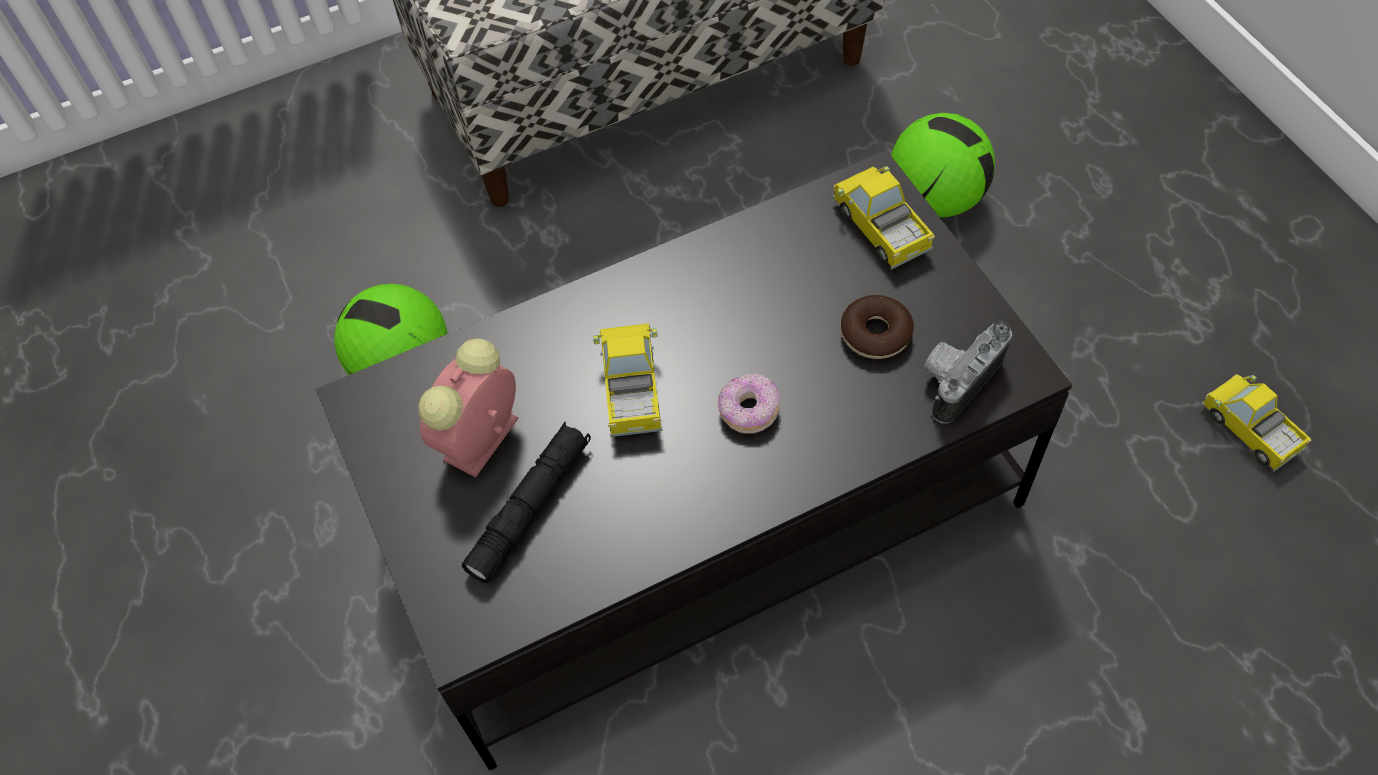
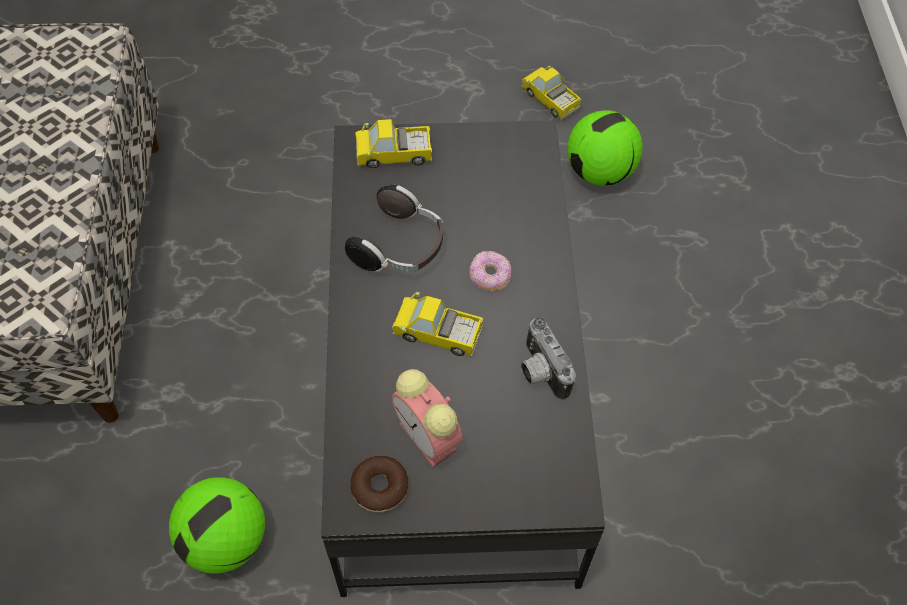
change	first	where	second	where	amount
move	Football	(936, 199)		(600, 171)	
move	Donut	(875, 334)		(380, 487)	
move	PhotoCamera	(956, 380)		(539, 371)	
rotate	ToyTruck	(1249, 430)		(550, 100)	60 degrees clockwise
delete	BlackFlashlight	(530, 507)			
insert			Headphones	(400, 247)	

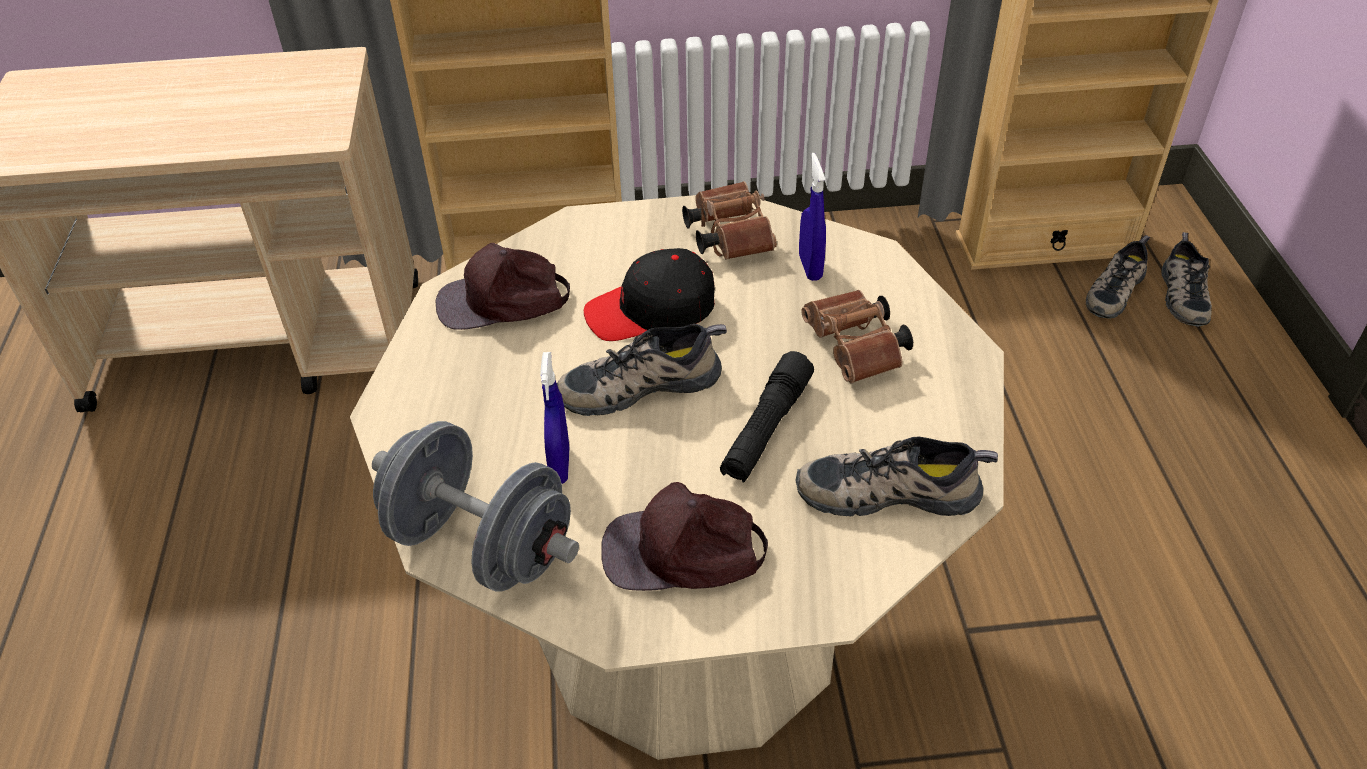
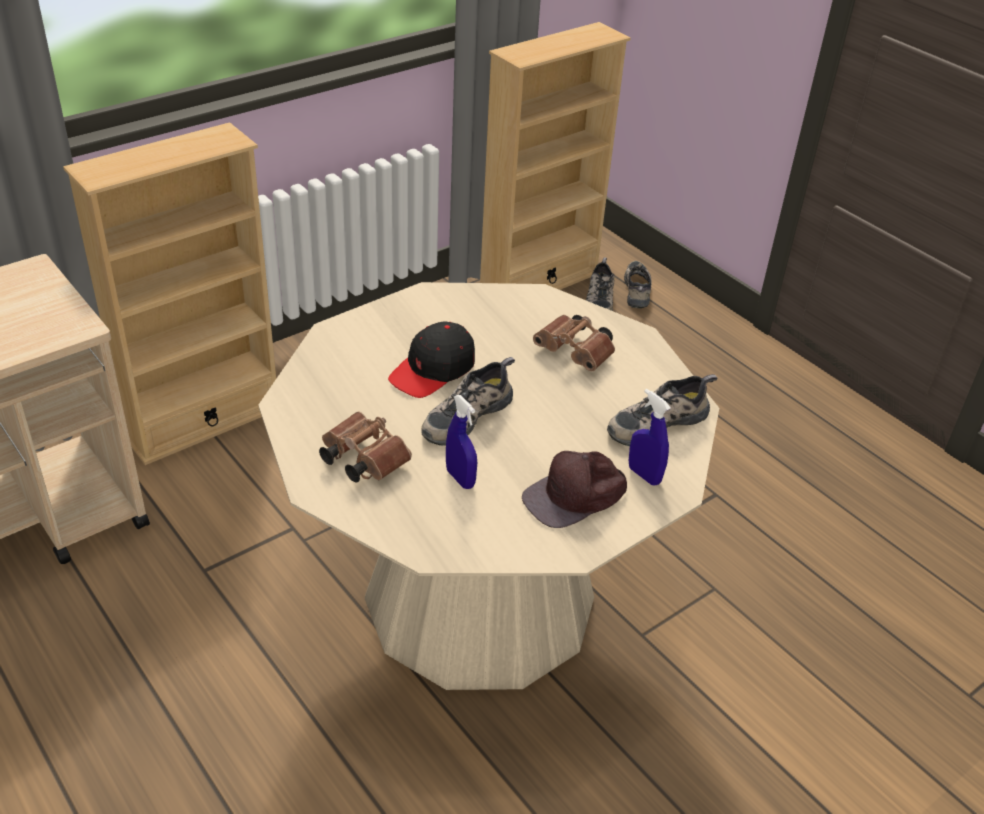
change	first	where	second	where	amount
move	BlueSprayBottle	(810, 267)		(644, 475)	
move	BrownBinoculars	(727, 235)		(361, 459)	
rotate	Shoe	(1181, 294)		(638, 290)	150 degrees counterclockwise
delete	BrownCap	(503, 302)			
delete	BlackFlashlight	(766, 429)			
delete	GreyDumbbell	(481, 544)			

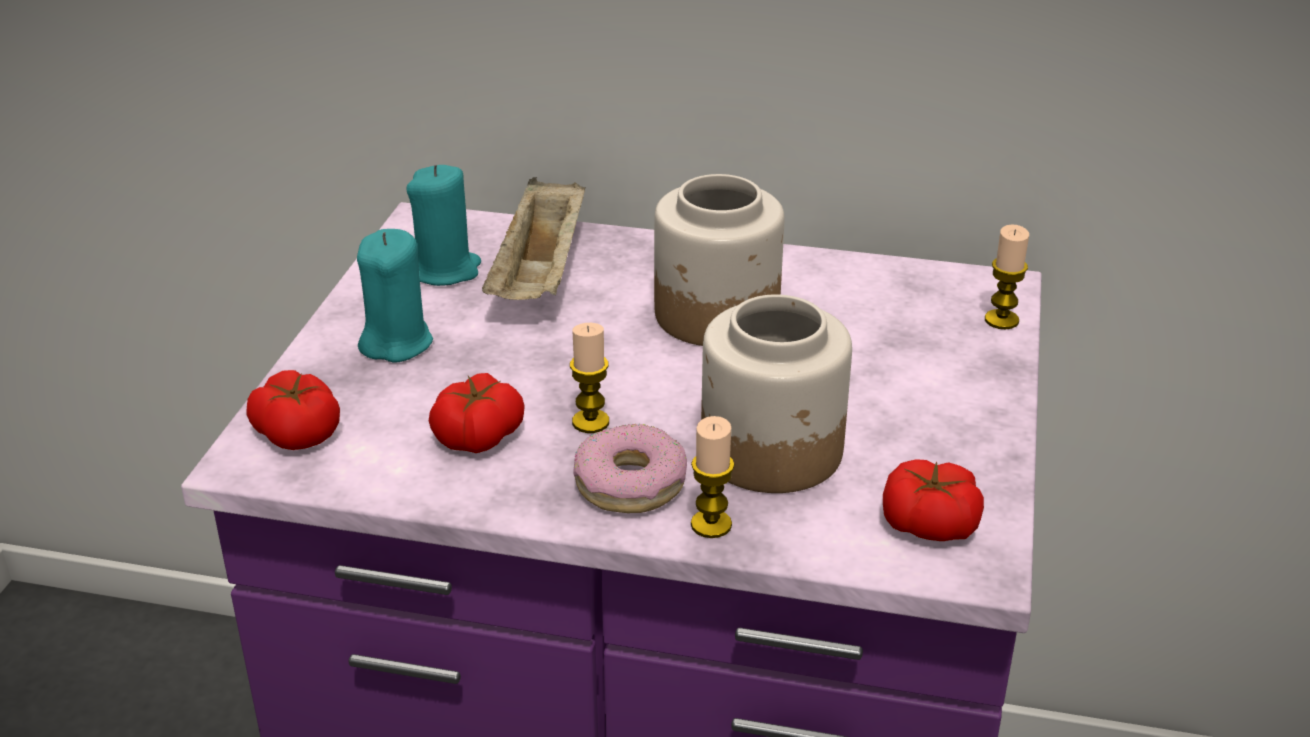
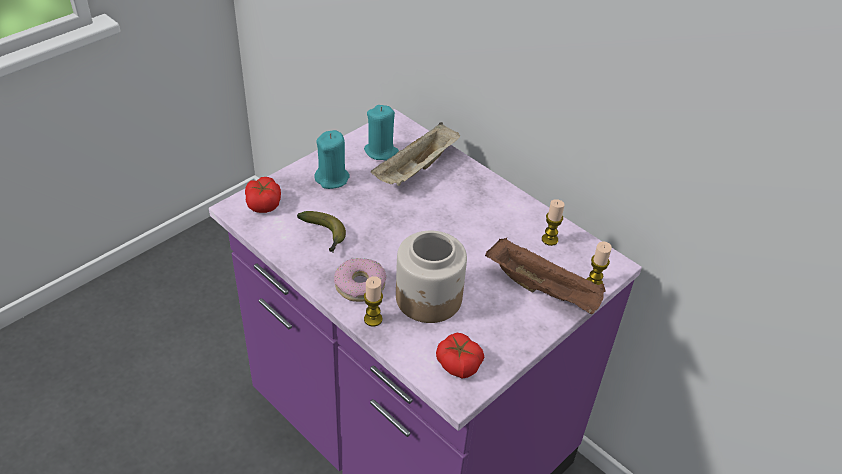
change	first	where	second	where	amount
delete	Jar	(716, 315)			
move	Candle	(590, 422)		(549, 239)	
replace	Tomato	(478, 435)	Banana	(325, 235)	
insert			BrownTray	(544, 290)	

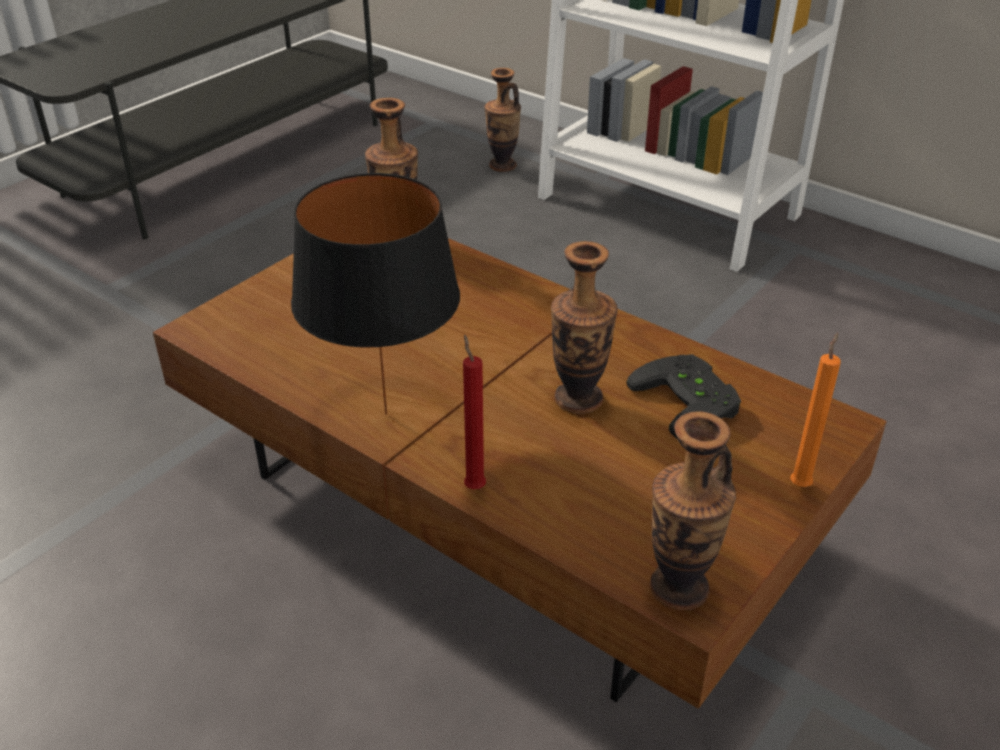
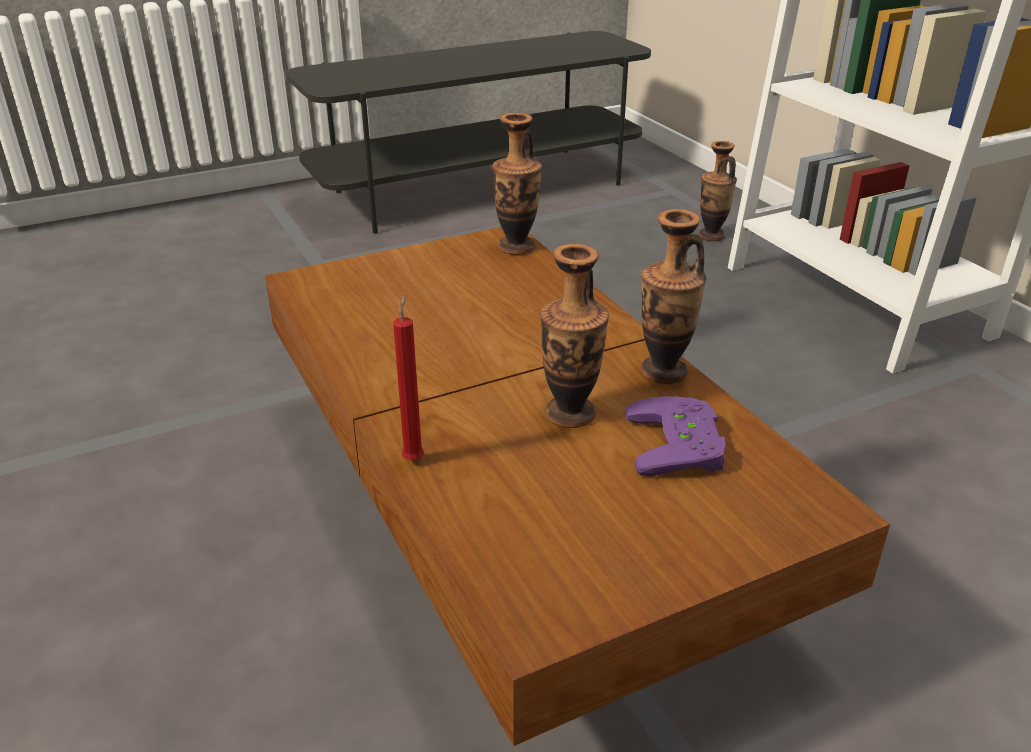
change	first	where	second	where	amount
delete	BlackTableLamp	(386, 412)			
delete	OrangeCandle	(801, 483)			
recolor	BlackGameController	(691, 400)	PurpleGameController	(682, 445)	
move	Vase	(678, 588)		(663, 371)	

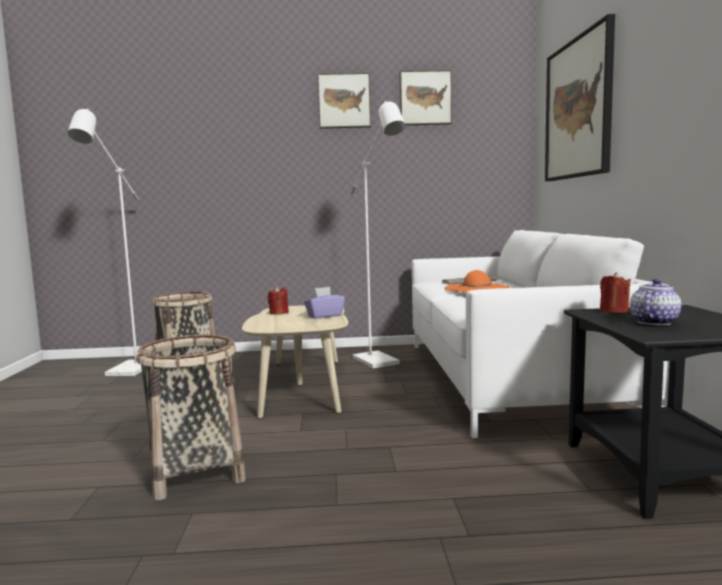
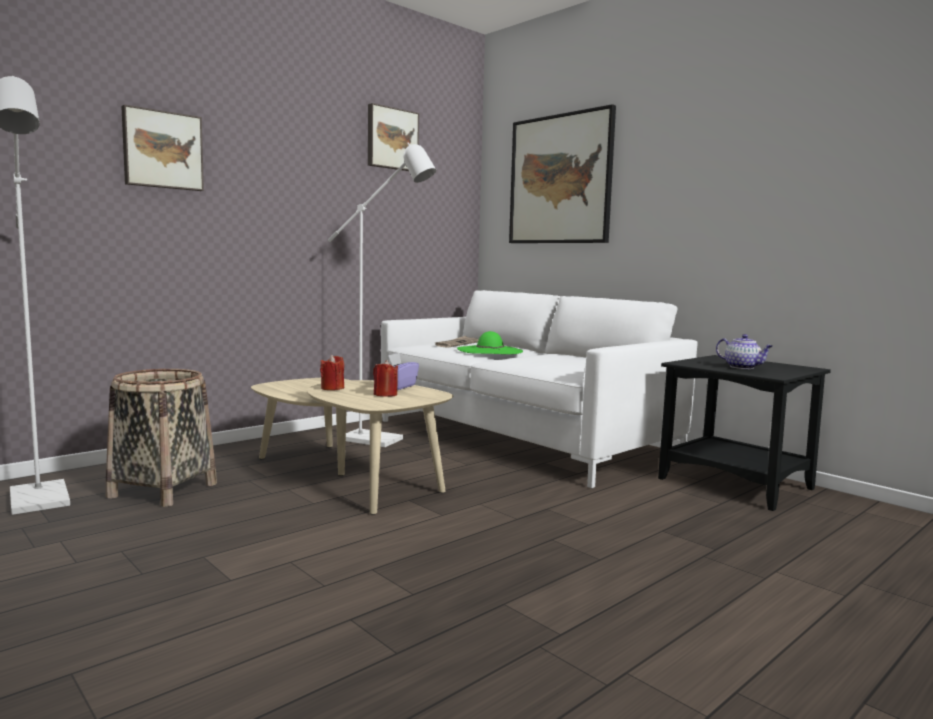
change	first	where	second	where	amount
move	Picture	(344, 101)		(162, 150)	
recolor	OrangeHat	(476, 288)	GreenHat	(489, 350)	
move	RedCandle	(614, 311)		(385, 394)	
rotate	Teapot	(653, 322)		(743, 367)	135 degrees clockwise
delete	Basket	(196, 473)			

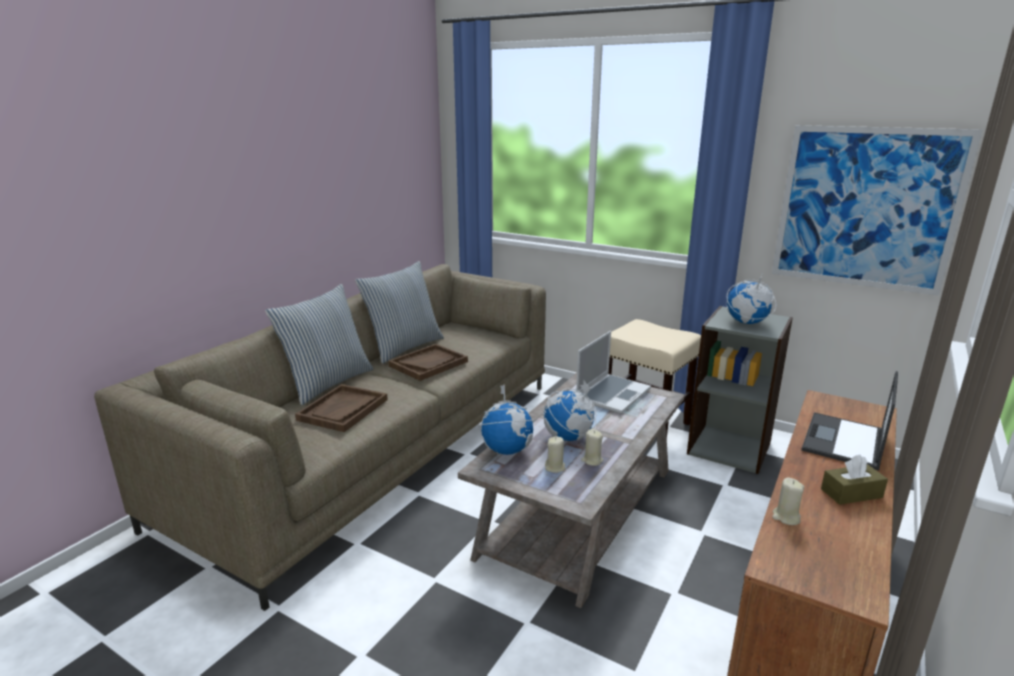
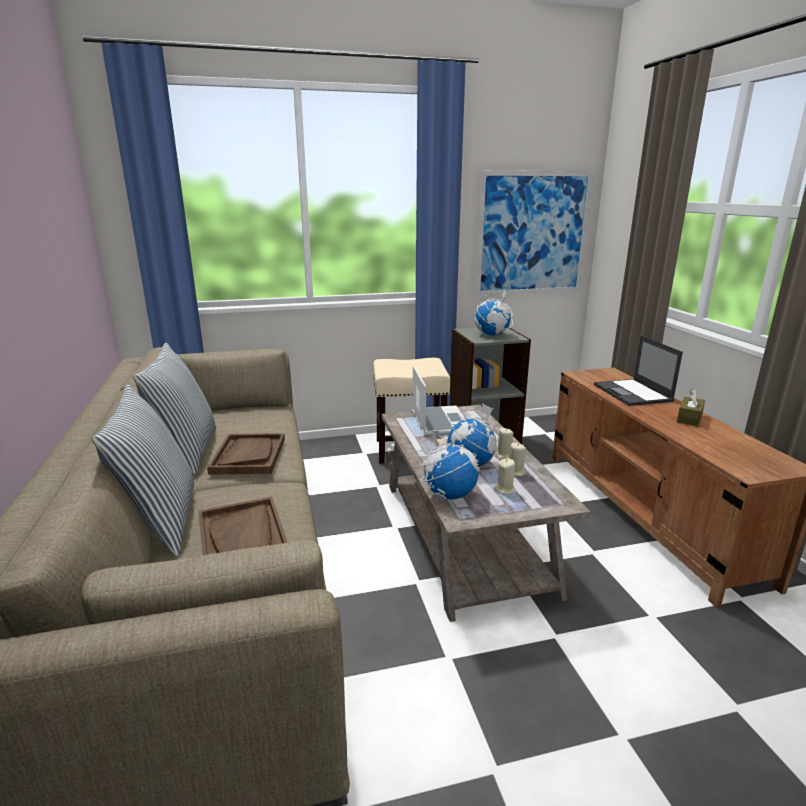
change	first	where	second	where	amount
move	BeigeCandle	(786, 517)		(504, 456)	

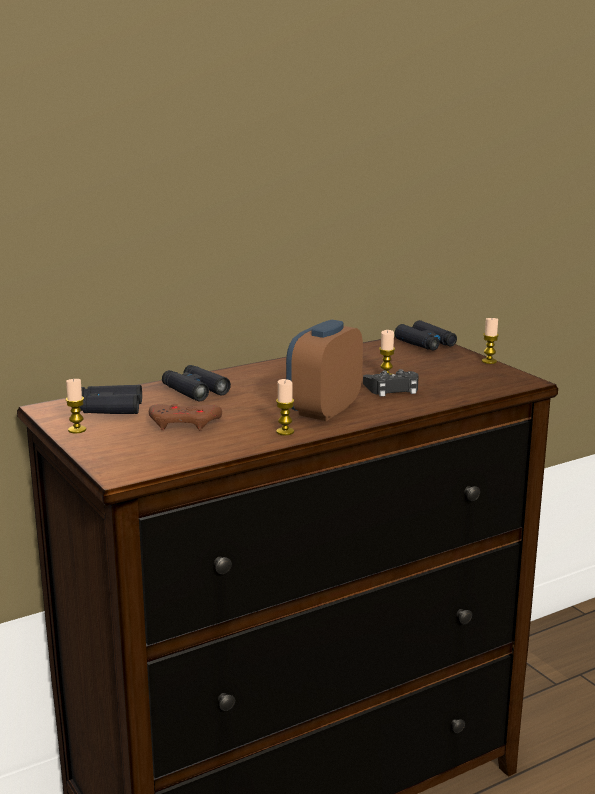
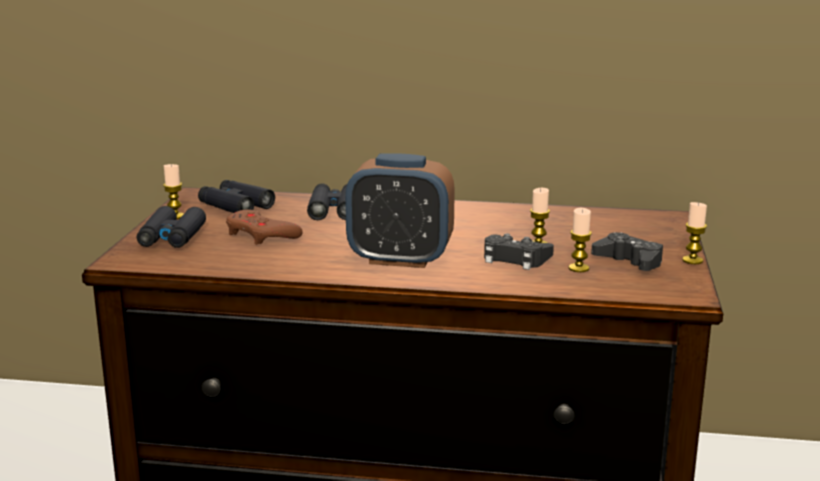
change	first	where	second	where	amount
rotate	AlarmClock	(324, 410)		(400, 259)	150 degrees counterclockwise
move	BlackBinoculars	(425, 343)		(172, 237)	
move	Candle	(285, 432)		(578, 268)	
insert			BlackGameController	(629, 261)	

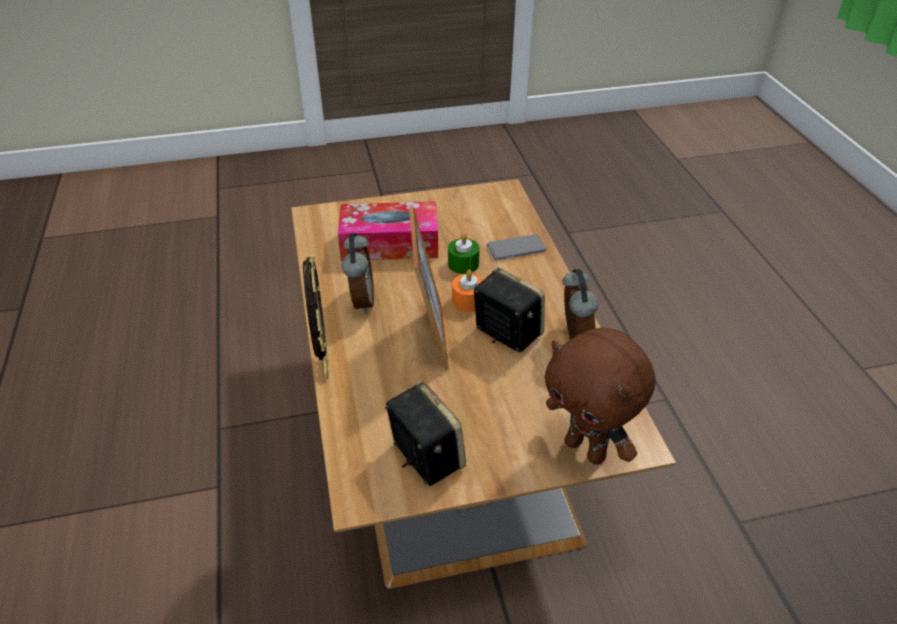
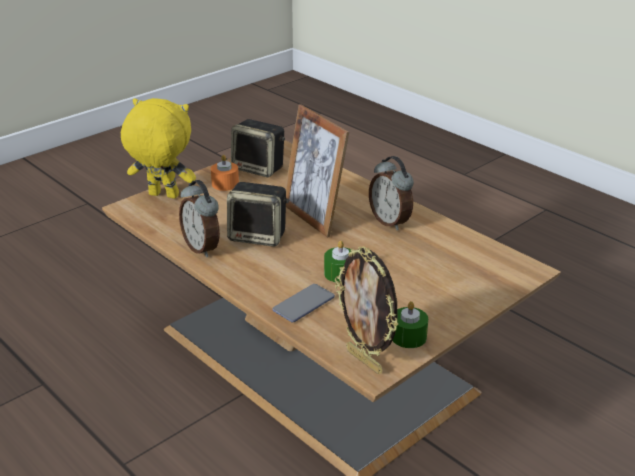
change	first	where	second	where	amount
delete	TissueBox	(389, 244)			
move	PictureFrame	(323, 362)		(365, 361)	
move	OrangeCandle	(468, 301)		(225, 184)	
recolor	BrownPlushToy	(587, 449)	YellowPlushToy	(162, 196)	
insert			GreenCandle	(408, 336)	

